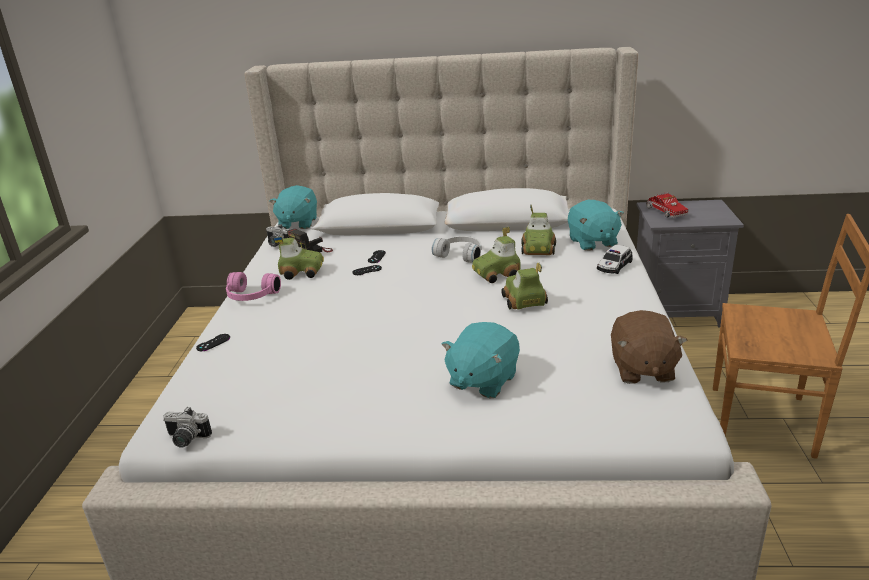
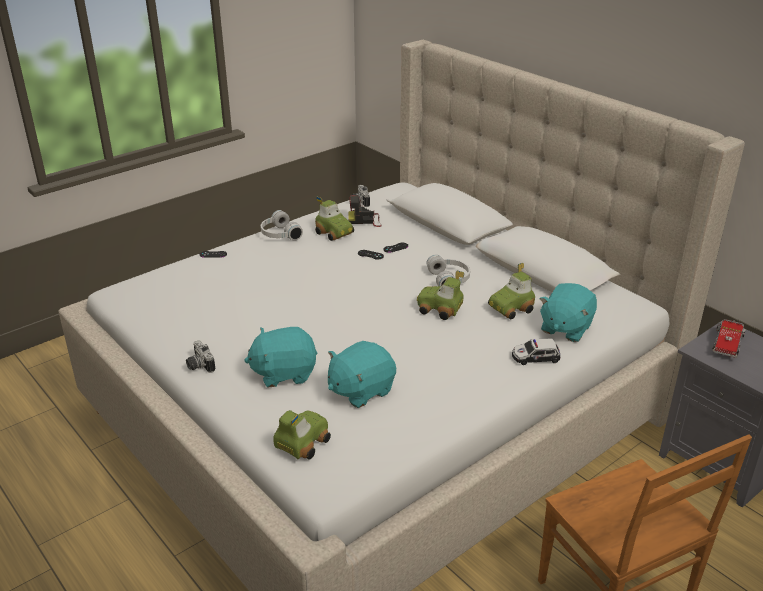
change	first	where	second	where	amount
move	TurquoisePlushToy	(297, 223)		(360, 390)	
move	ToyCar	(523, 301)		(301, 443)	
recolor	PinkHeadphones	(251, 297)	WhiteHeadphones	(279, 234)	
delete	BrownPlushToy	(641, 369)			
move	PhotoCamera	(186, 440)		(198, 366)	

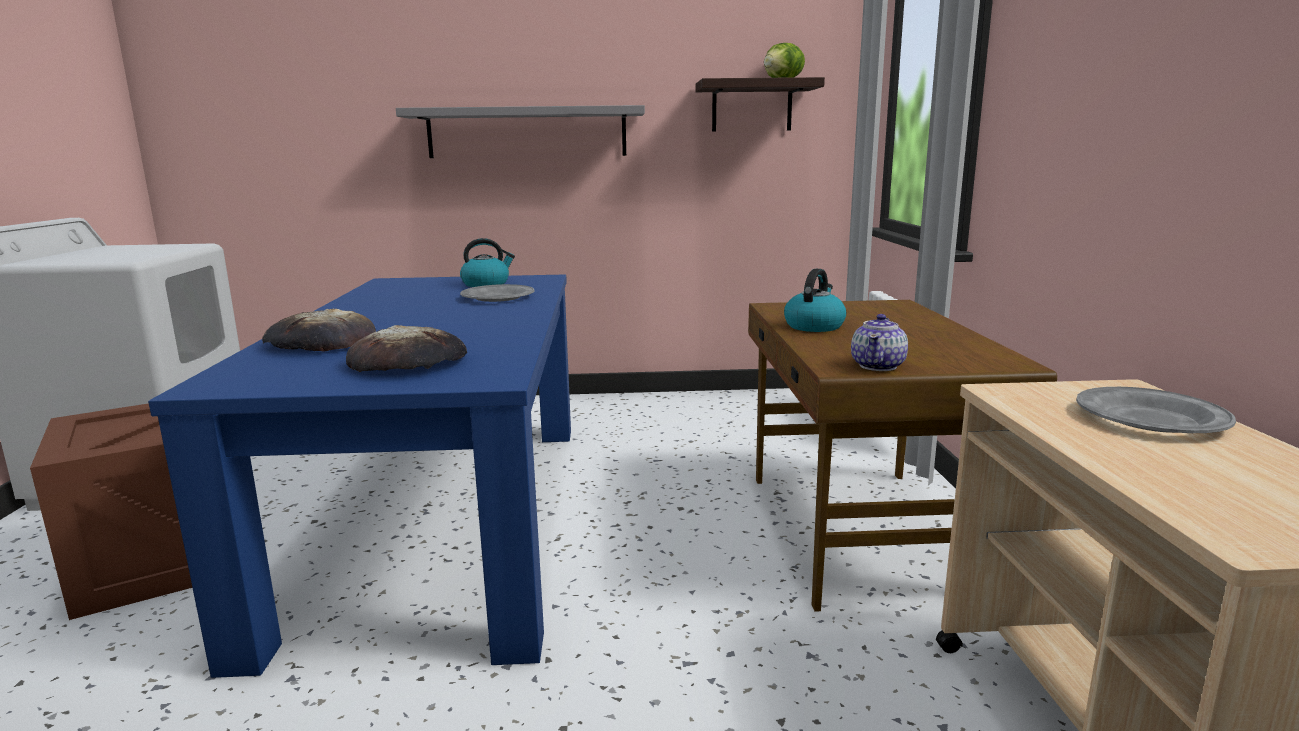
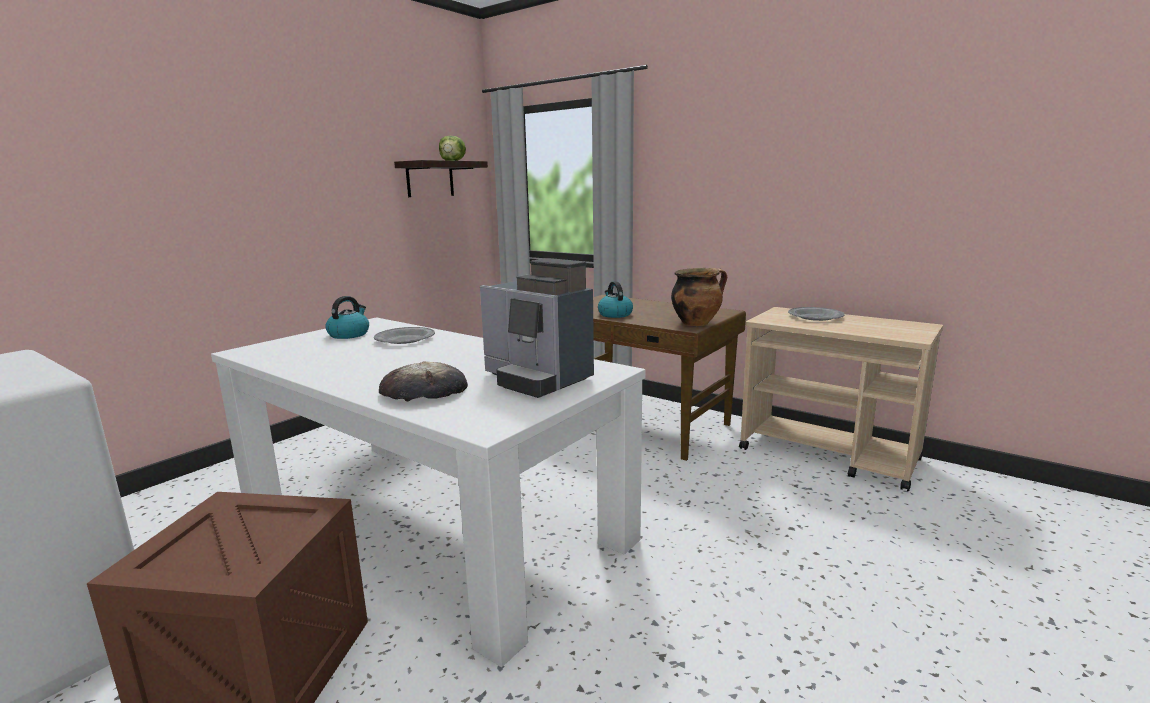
change	first	where	second	where	amount
delete	GreyShelf	(527, 133)			
recolor	BlueDiningTable	(445, 517)	WhiteDiningTable	(429, 521)	
replace	Teapot	(878, 366)	CookingPot	(696, 323)	
replace	Bread	(409, 362)	CoffeeMachine	(537, 379)	

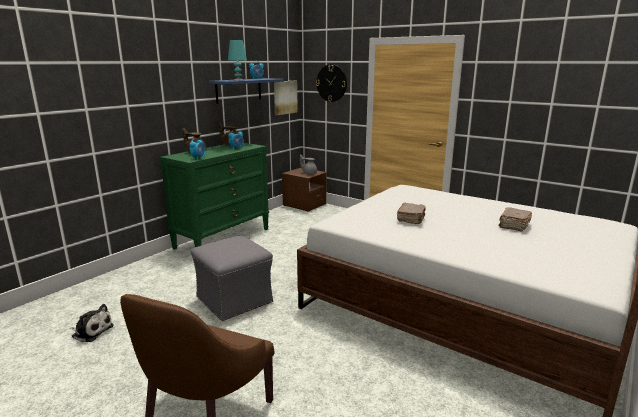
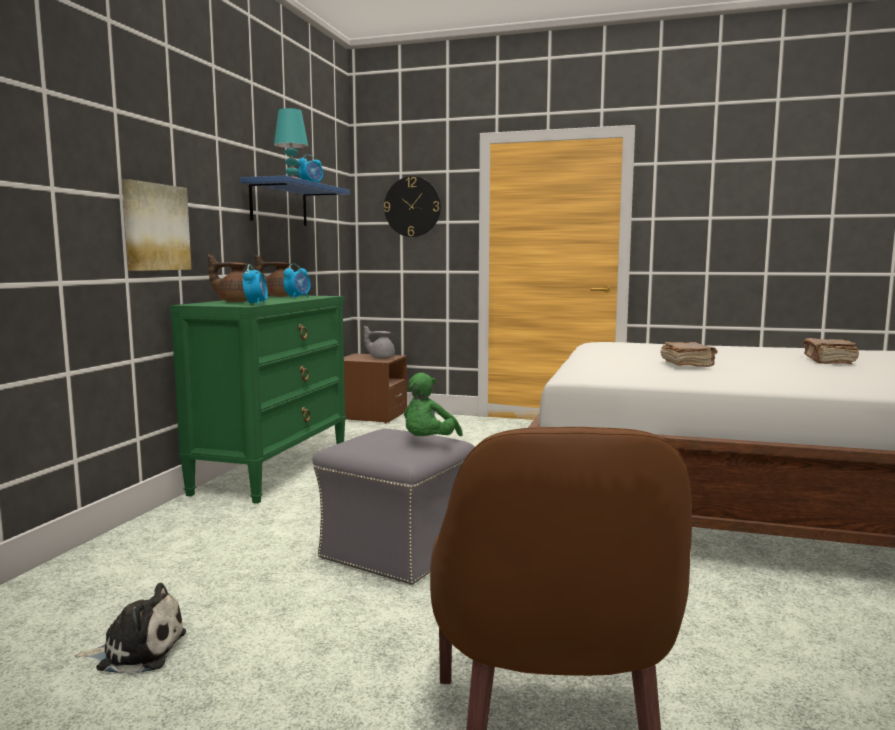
change	first	where	second	where	amount
move	Picture	(285, 97)		(155, 227)	
insert			GreenPlushToy	(428, 443)	

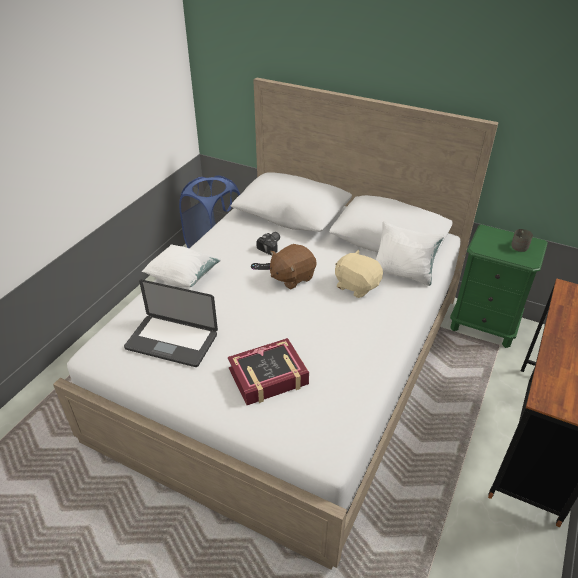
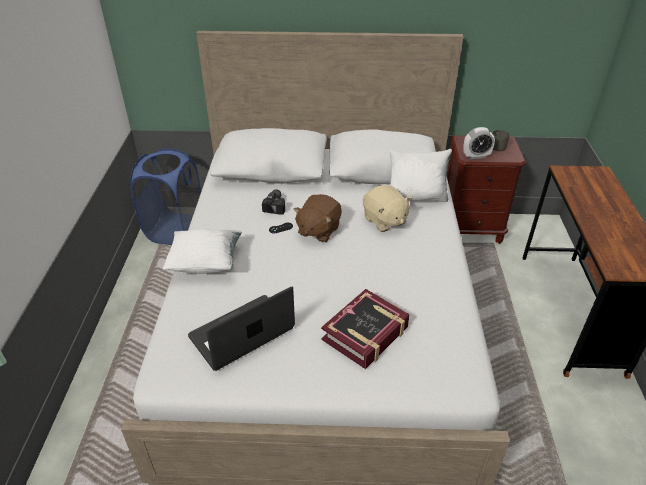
change	first	where	second	where	amount
recolor	GreenNightstand	(483, 325)	BrownNightstand	(471, 229)	
rotate	BeigePlushToy	(356, 286)		(384, 220)	135 degrees counterclockwise
rotate	Laptop	(171, 342)		(242, 333)	150 degrees clockwise
insert			AlarmClock	(476, 156)	

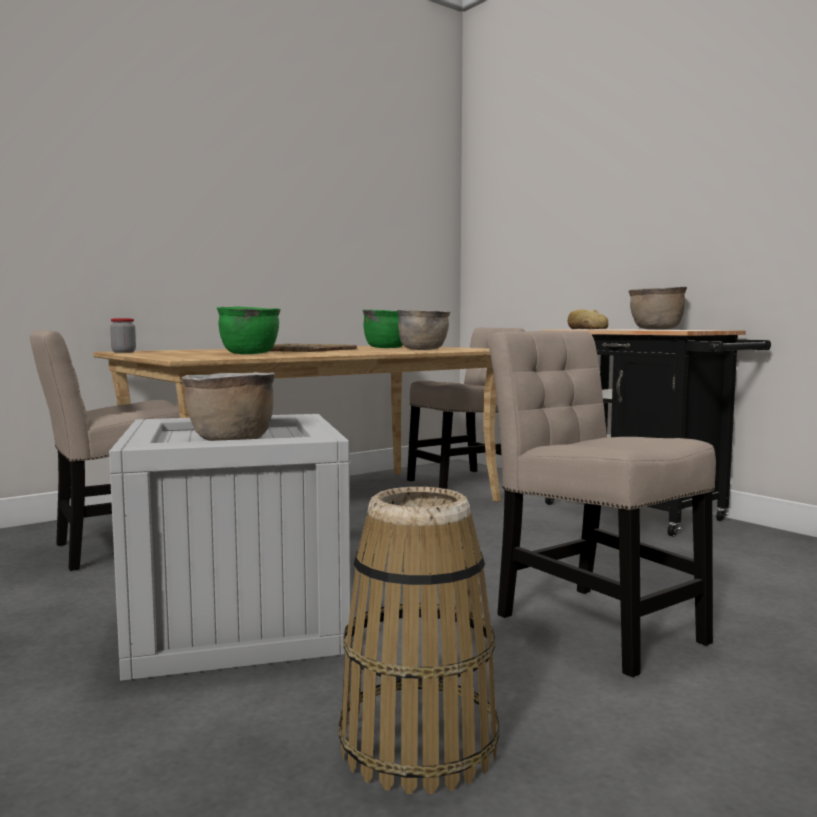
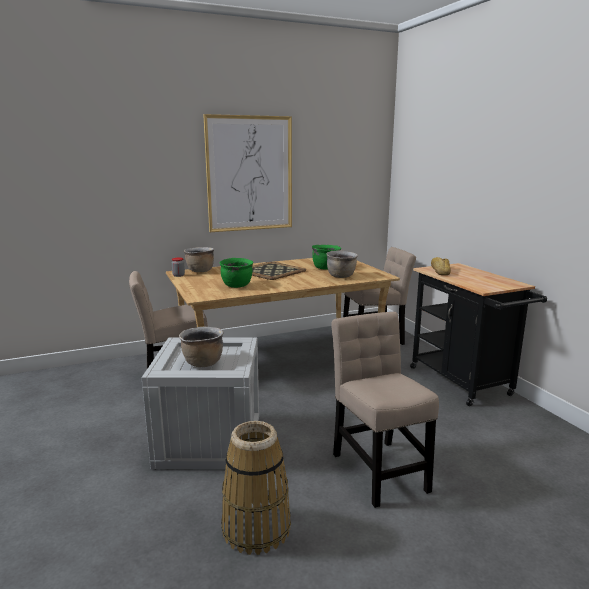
change	first	where	second	where	amount
move	BrownCookingPot	(656, 329)		(200, 271)	
insert			Picture	(249, 174)	

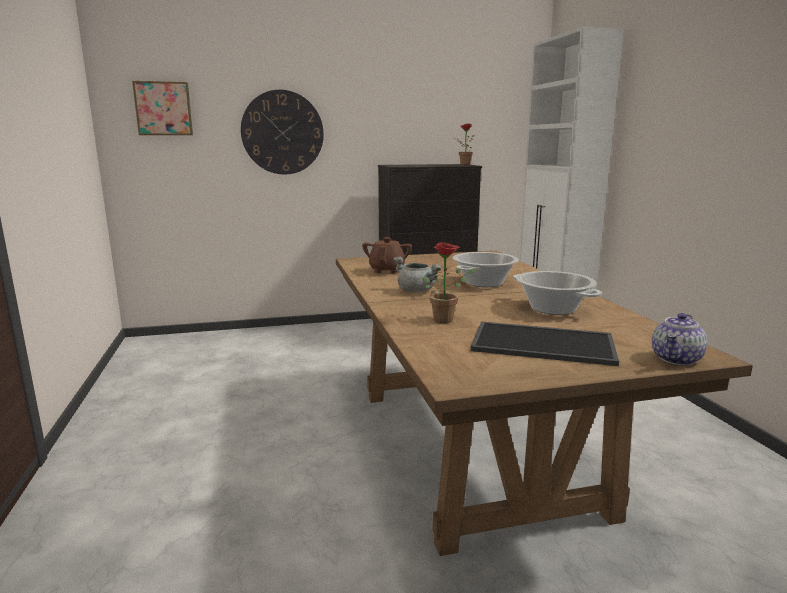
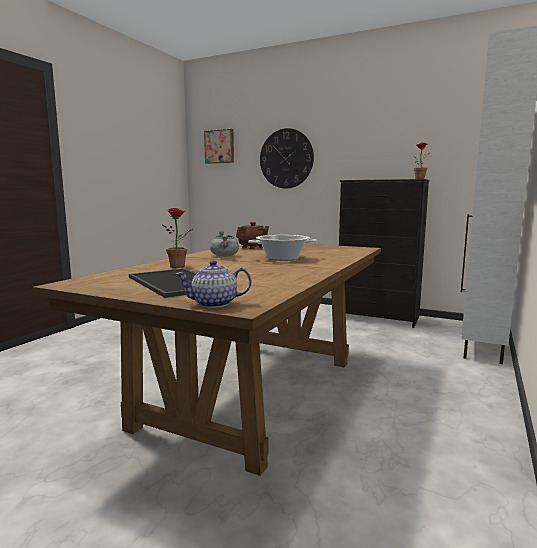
change	first	where	second	where	amount
delete	CookingPot	(553, 309)			

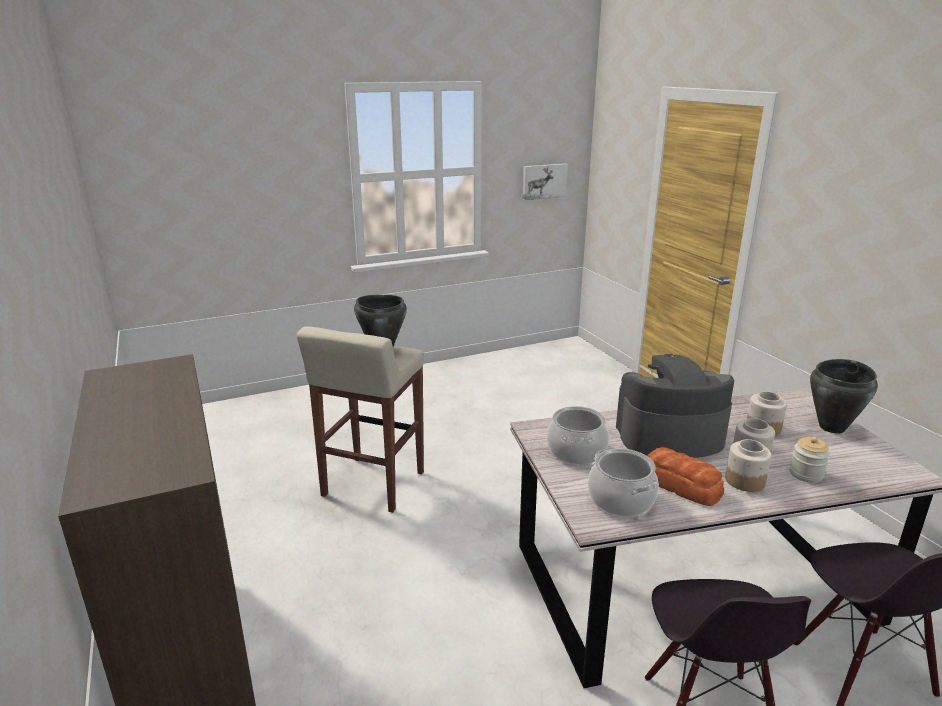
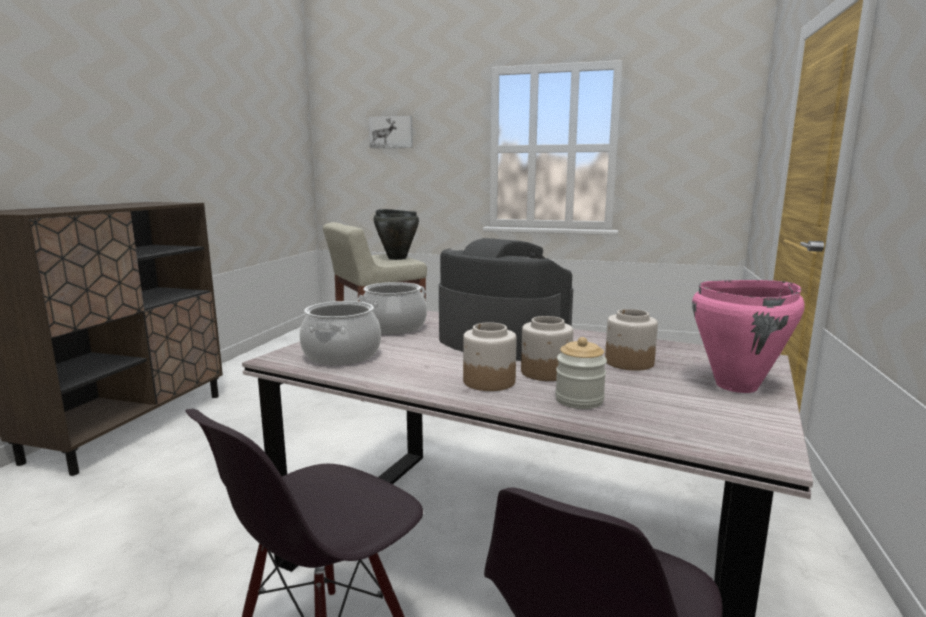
change	first	where	second	where	amount
move	Picture	(543, 181)		(391, 132)	
recolor	BlackCookingPot	(832, 427)	PinkCookingPot	(737, 386)	
delete	Bread	(681, 486)			

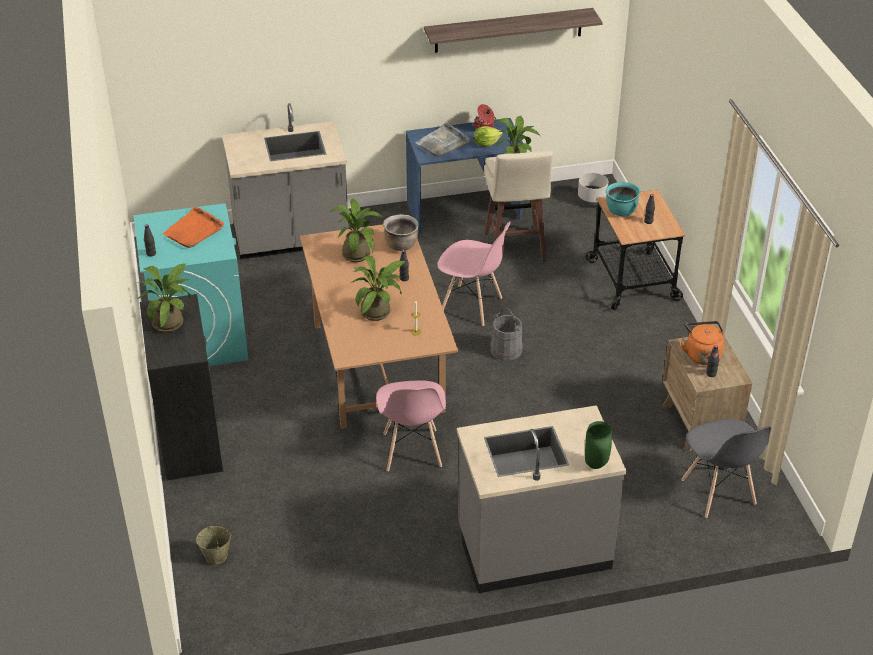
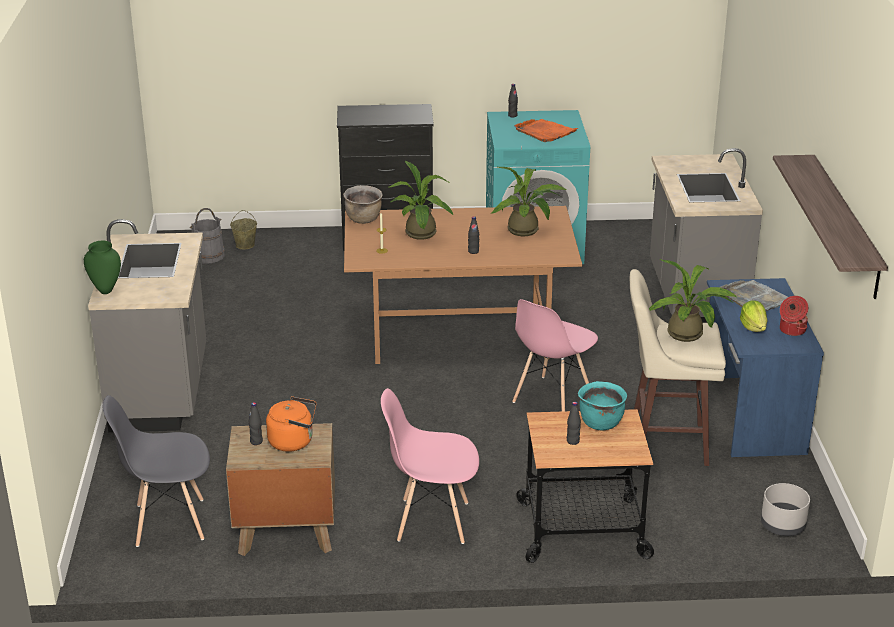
change	first	where	second	where	amount
move	BrownCookingPot	(401, 245)		(364, 219)	
delete	PottedPlant	(171, 322)			
move	GreyBucket	(506, 350)		(208, 256)	
move	PinkChair	(412, 450)		(432, 521)	

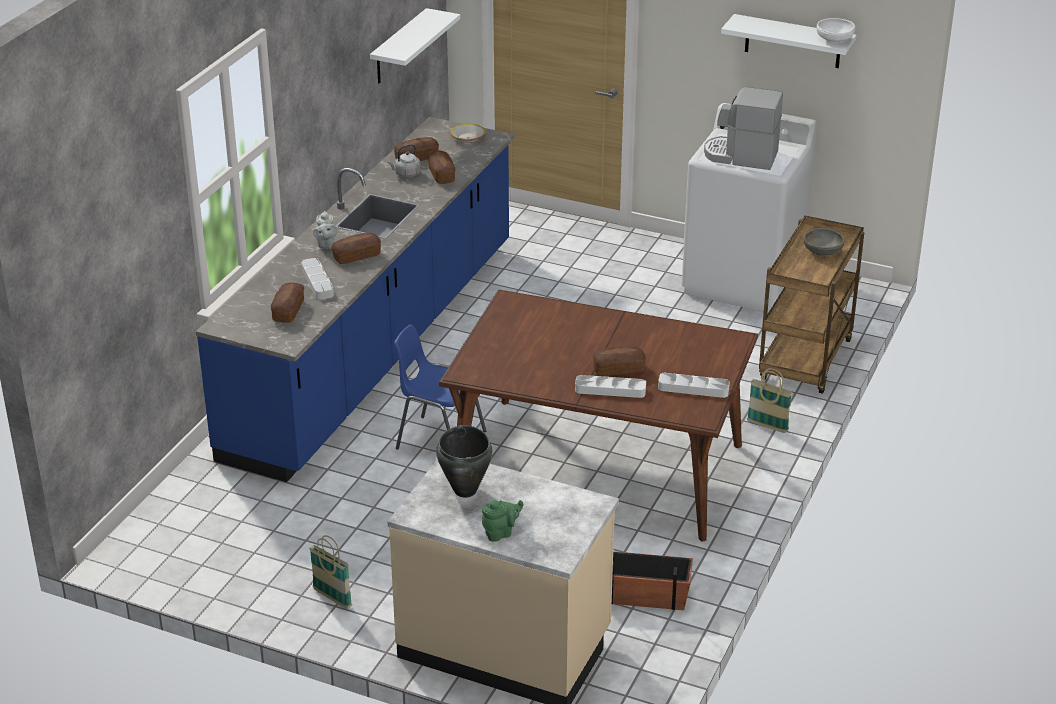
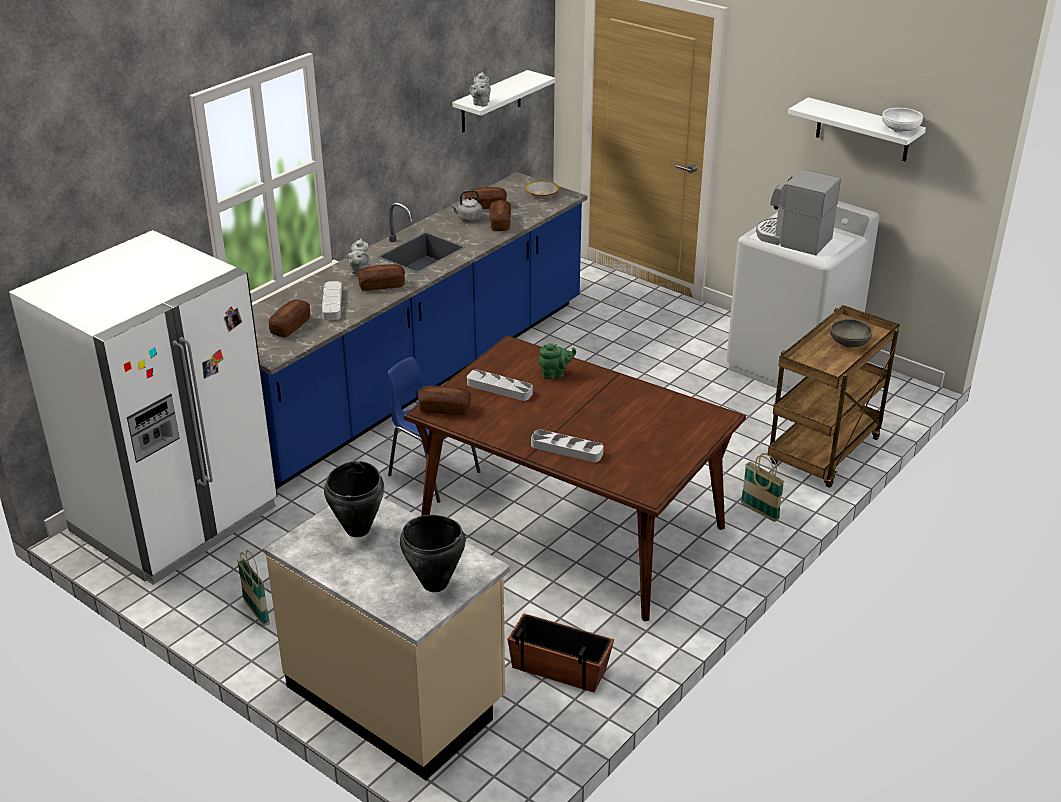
change	first	where	second	where	amount
move	Bread	(618, 369)		(445, 409)	
move	GreyTray	(693, 388)		(499, 388)	
move	GreenTeapot	(500, 533)		(555, 374)	
insert			GreyTeapot	(480, 103)	
insert			WhiteFridge	(175, 520)	
insert			BlackCookingPot	(435, 584)	

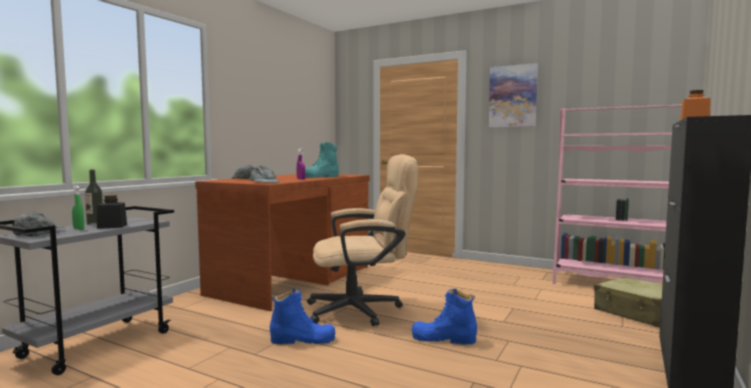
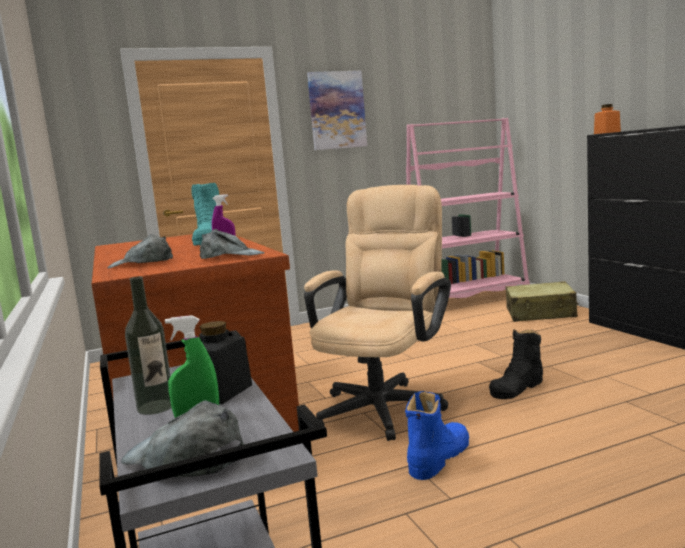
change	first	where	second	where	amount
recolor	BlueBoot	(443, 339)	BlackBoot	(517, 388)	

